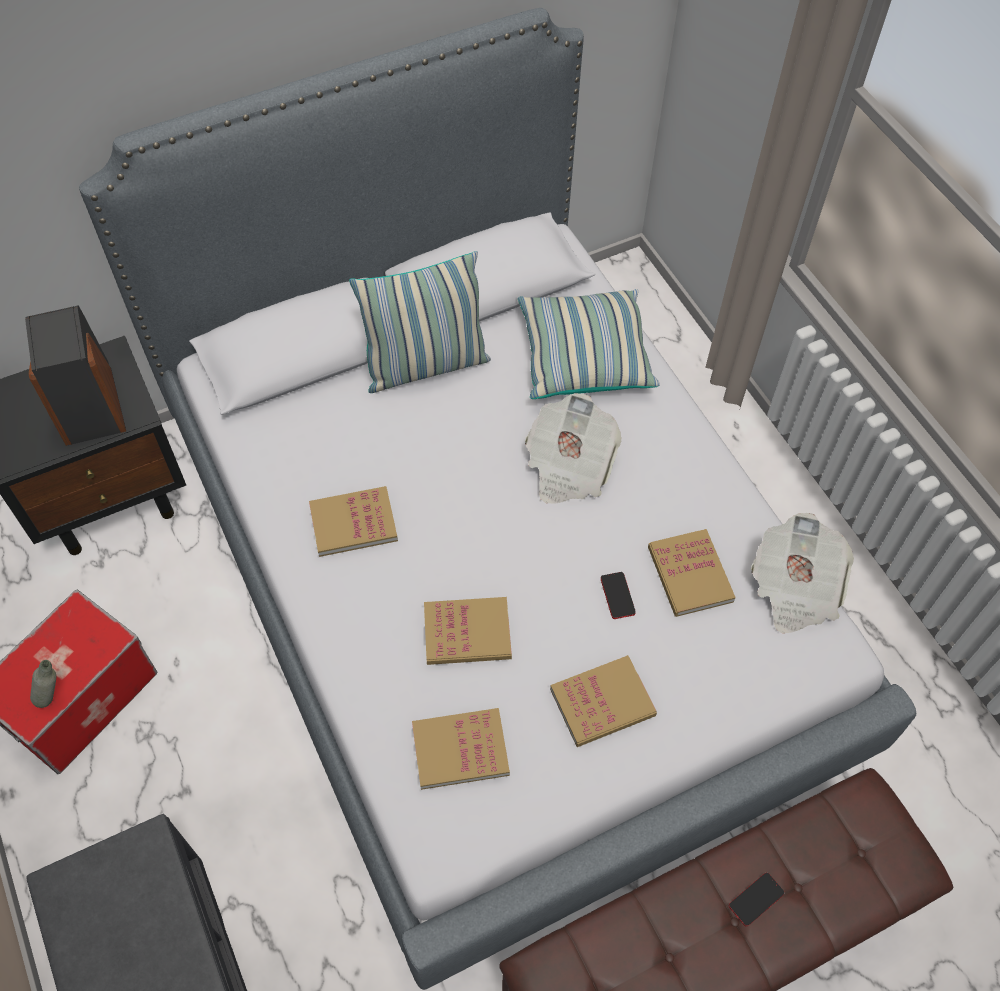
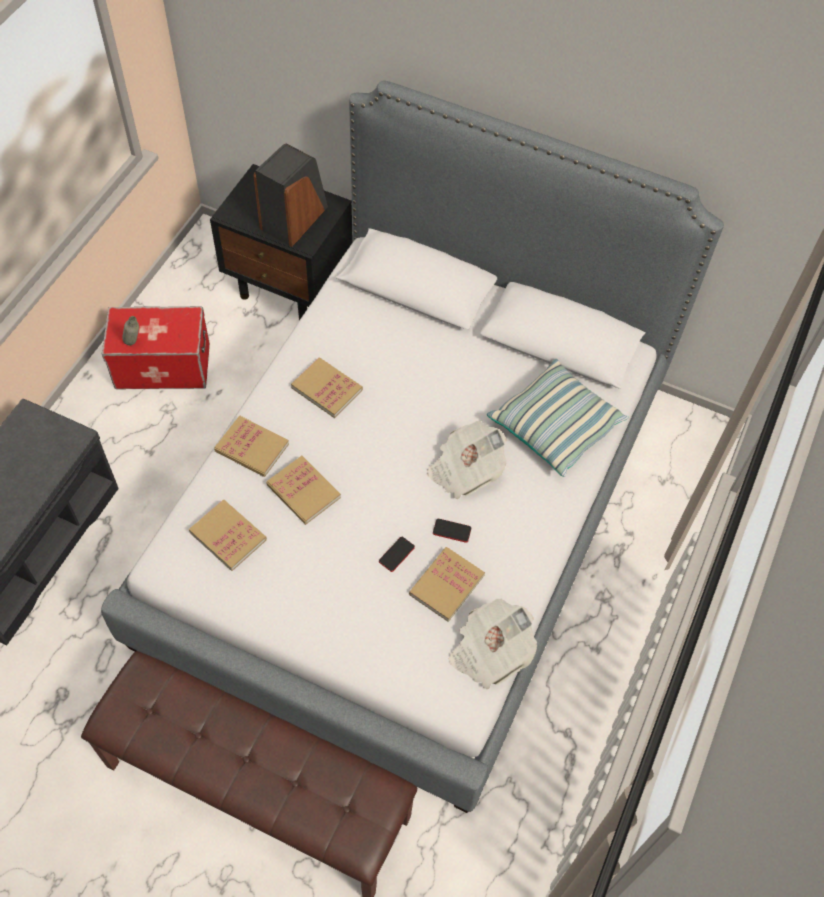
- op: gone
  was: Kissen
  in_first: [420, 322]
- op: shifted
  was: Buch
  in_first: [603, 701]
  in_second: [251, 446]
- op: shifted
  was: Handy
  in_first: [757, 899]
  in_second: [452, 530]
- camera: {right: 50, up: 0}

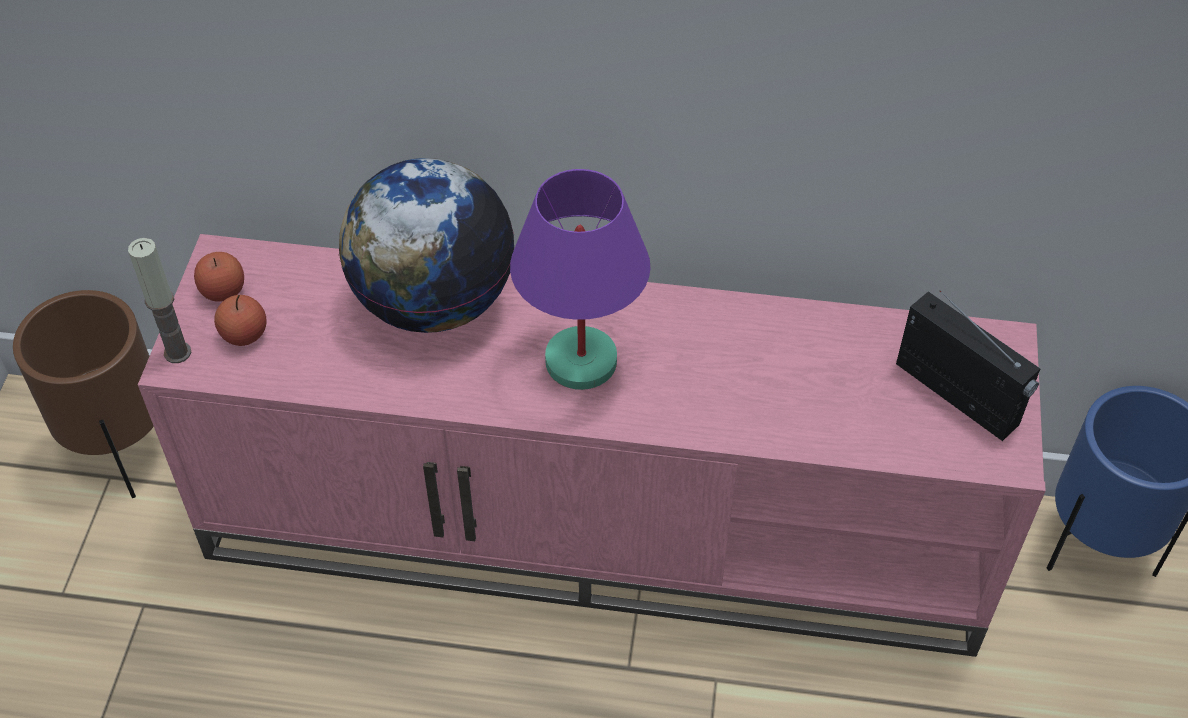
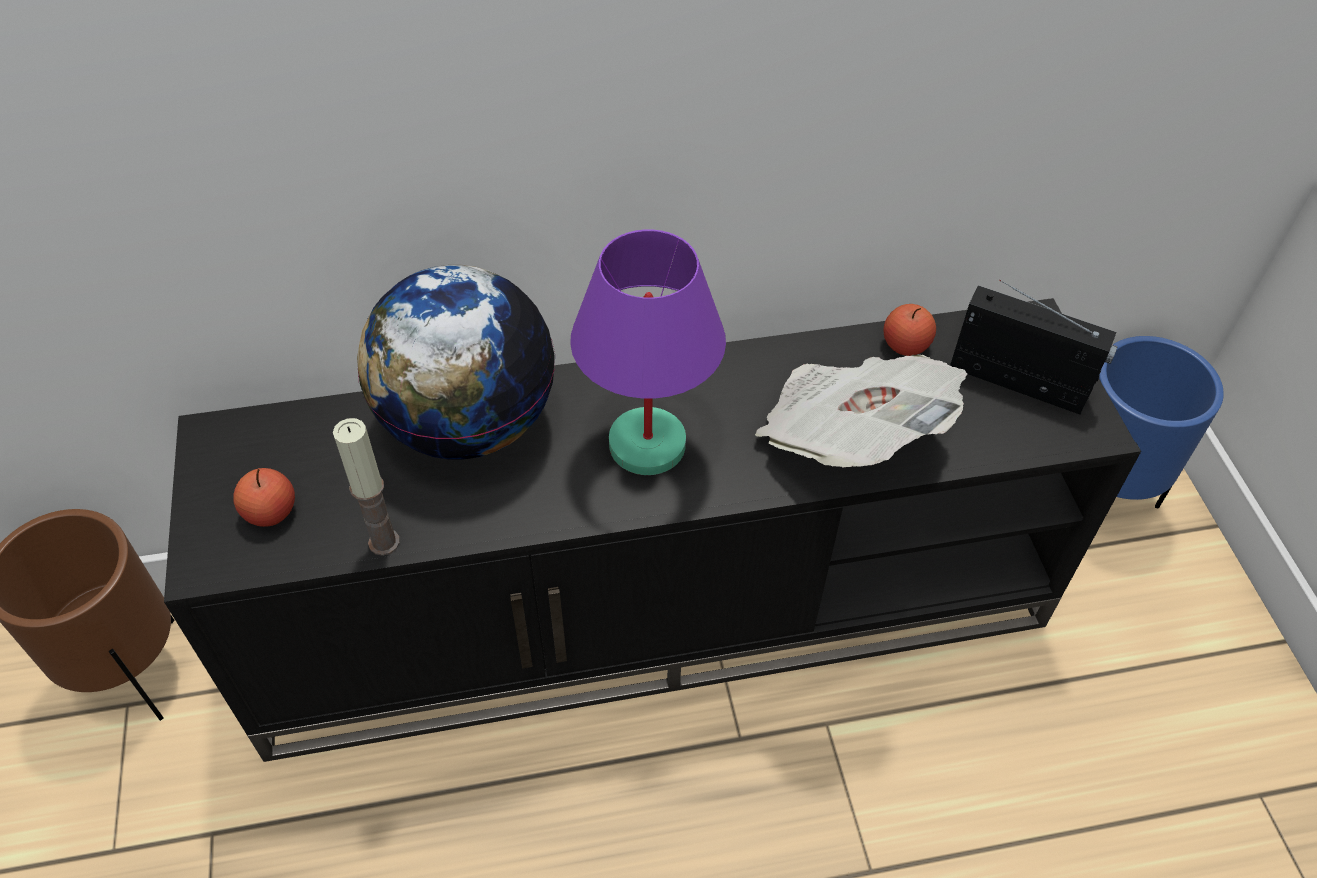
- op: shifted
  was: Kerze
  in_first: [159, 300]
  in_second: [366, 487]
- op: repainted
  was: Fernsehschrank [rosa]
  now: Fernsehschrank [schwarz]
  in_first: [592, 445]
  in_second: [652, 530]
- op: shifted
  was: Apfel
  in_first: [219, 277]
  in_second: [909, 330]
- op: new
  now: Zeitung
  in_second: [861, 411]
- camera: {right: -20, up: 0}

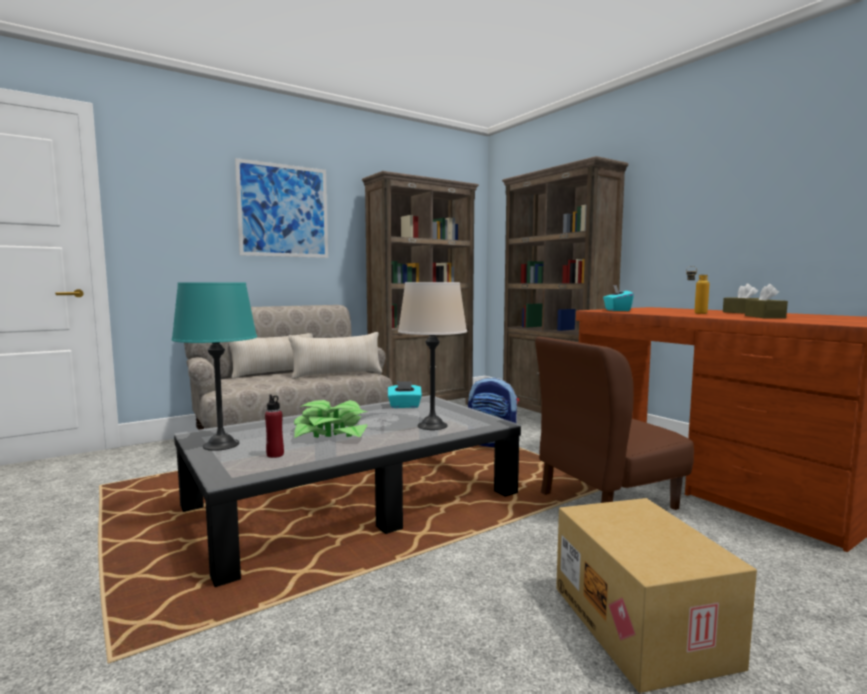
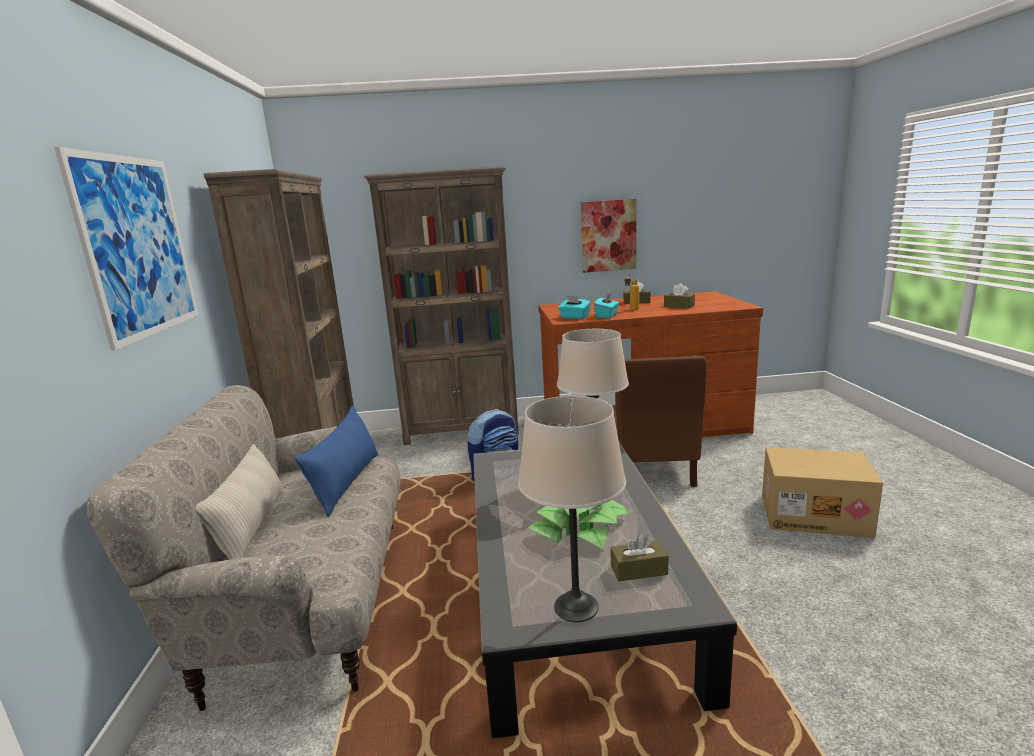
- op: repainted
  was: Tischlampe [türkis]
  now: Tischlampe [beige]
  in_first: [214, 366]
  in_second: [572, 509]
- op: swapped
  was: Flasche [rot]
  now: Taschentuchbox [braun]
  in_first: [274, 426]
  in_second: [639, 557]
- op: repainted
  was: Kissen [beige]
  now: Kissen [blau]
  in_first: [335, 355]
  in_second: [336, 461]
- op: shifted
  was: Taschentuchbox [türkis]
  in_first: [405, 394]
  in_second: [606, 305]
- op: new
  now: Bild
  in_second: [608, 236]
- camera: {right: -60, up: 10}

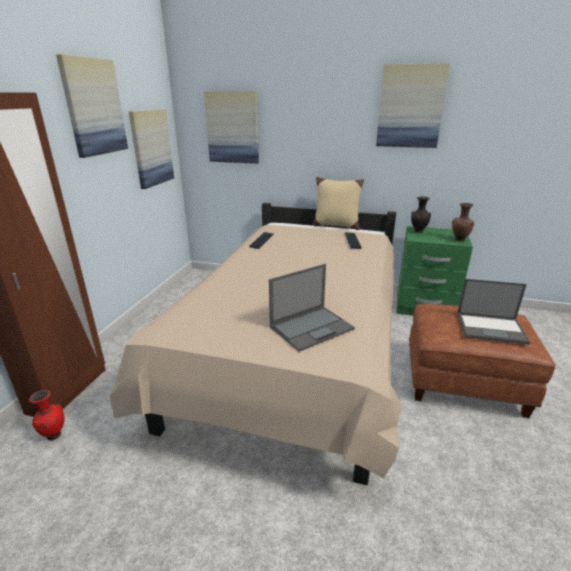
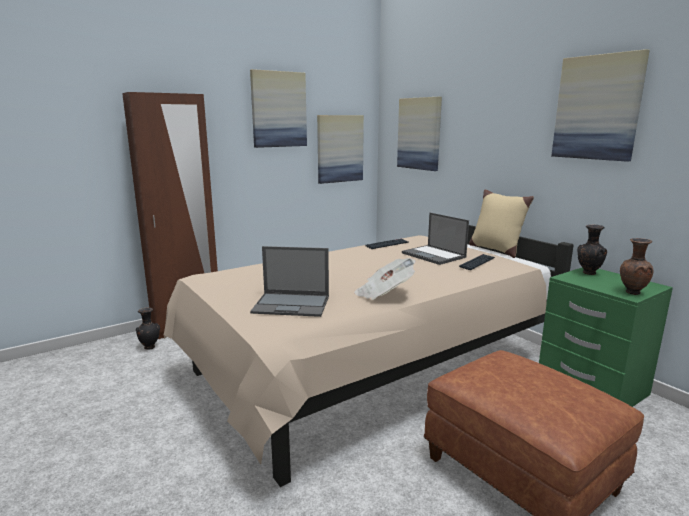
- op: repainted
  was: Vase [rot]
  now: Vase [schwarz]
  in_first: [46, 415]
  in_second: [148, 329]
- op: shifted
  was: Laptop
  in_first: [493, 312]
  in_second: [435, 239]
- op: new
  now: Zeitung
  in_second: [385, 279]
- camera: {right: 40, up: -10}

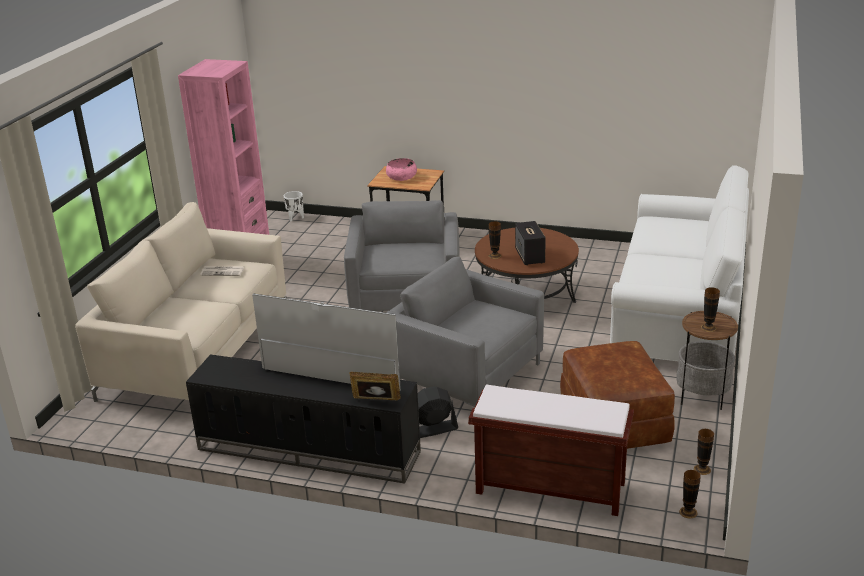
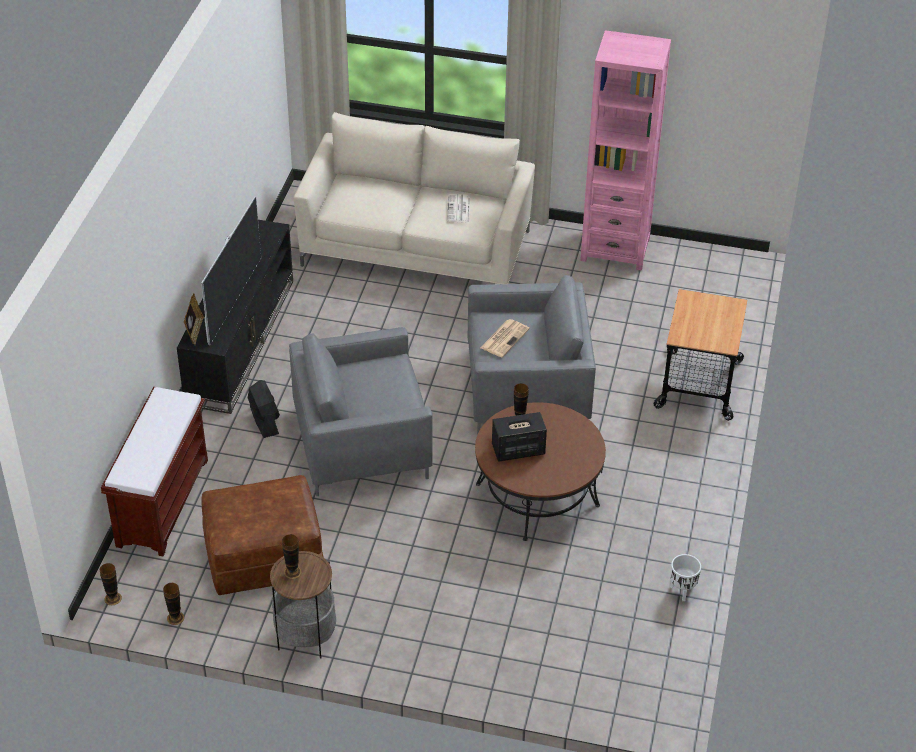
- op: shifted
  was: Pflanzkübel [weiß]
  in_first: [294, 206]
  in_second: [685, 577]
- op: gone
  was: Schüssel [rosa]
  in_first: [401, 169]
- op: rotated
  was: Sessel [grau]
  in_first: [465, 332]
  in_second: [361, 411]
  clockwise: -135
- op: gone
  was: Sofa [weiß]
  in_first: [679, 263]
- op: new
  now: Zeitung
  in_second: [505, 338]
- camera: {right: 85, up: 15}

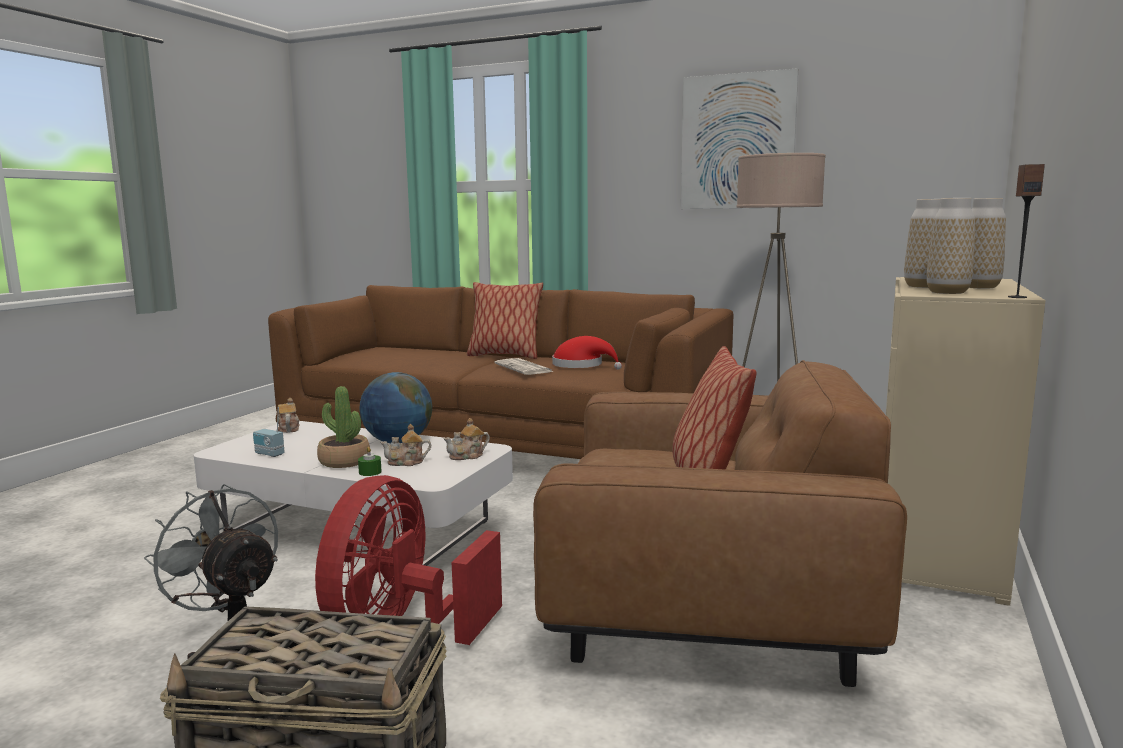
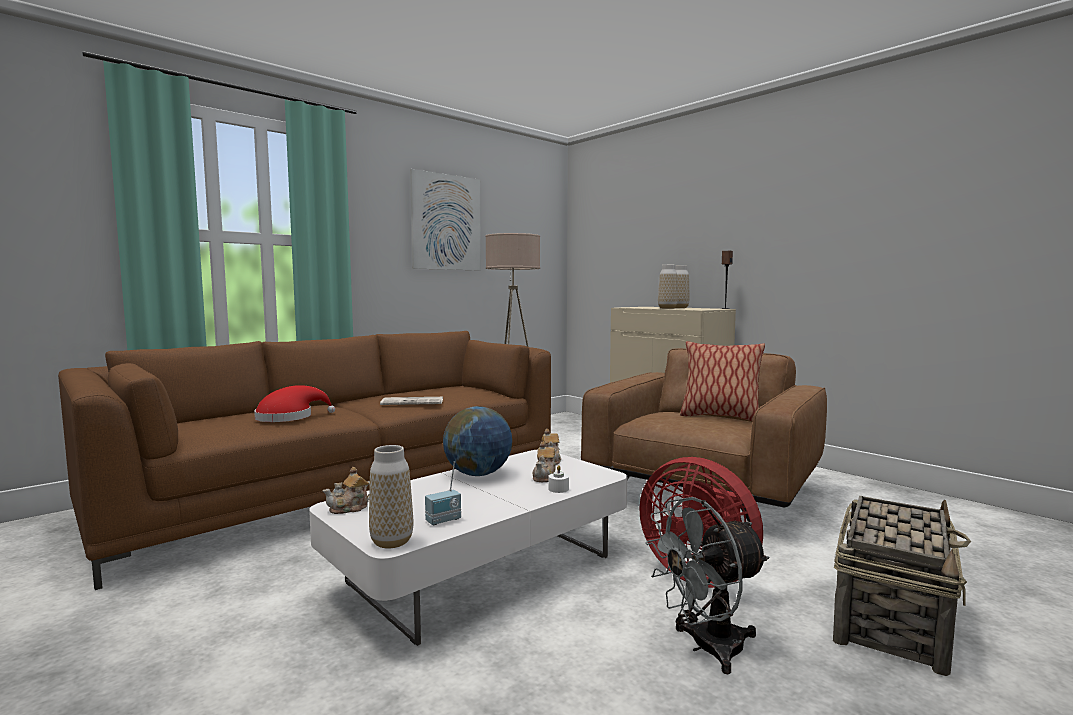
- op: rotated
  was: Teekanne
  in_first: [288, 415]
  in_second: [346, 490]
  clockwise: -45
- op: gone
  was: Topfpflanze
  in_first: [343, 427]
- op: repainted
  was: Kerze [grün]
  now: Kerze [weiß]
  in_first: [370, 461]
  in_second: [558, 479]
- op: gone
  was: Kissen
  in_first: [505, 320]
- op: shifted
  was: Hut [rot]
  in_first: [587, 353]
  in_second: [294, 403]
- op: shifted
  was: Vase
  in_first: [950, 246]
  in_second: [391, 497]
- camera: {right: -65, up: -5}

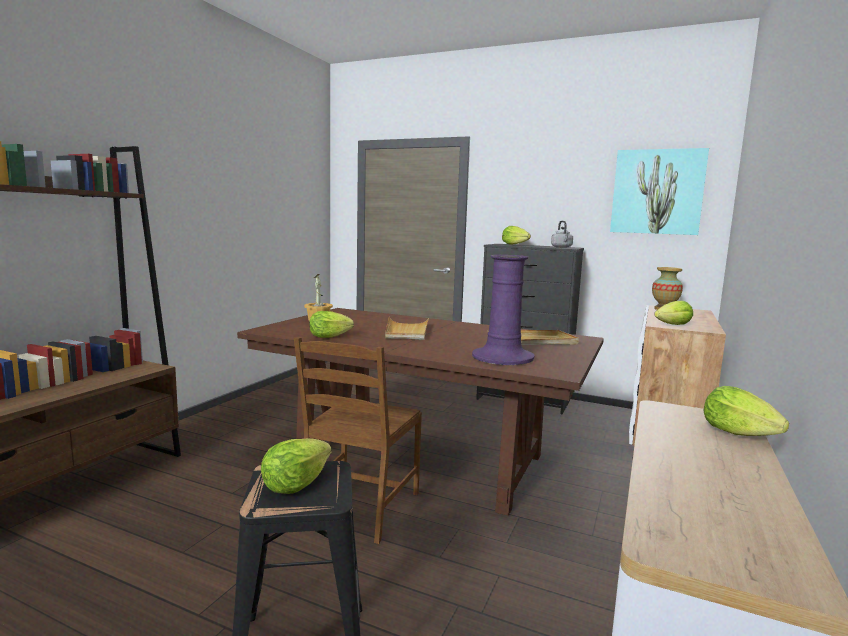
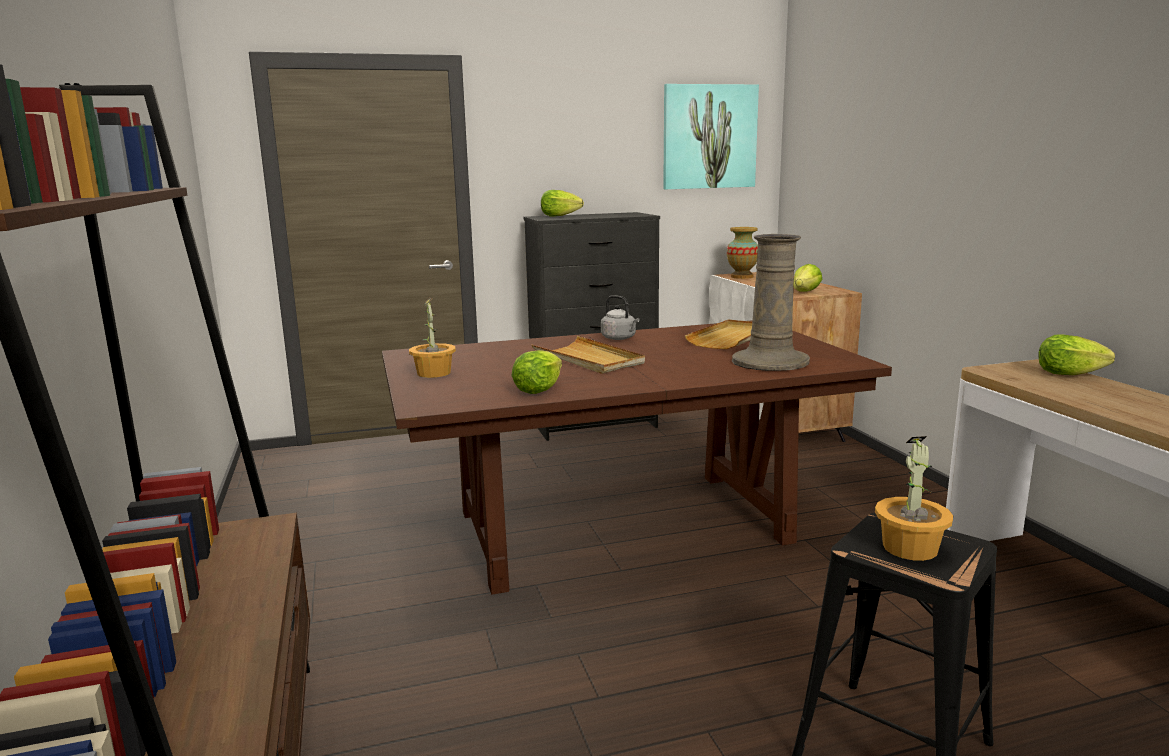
- op: swapped
  was: Salatkopf
  now: Topfpflanze
  in_first: [296, 466]
  in_second: [914, 498]
- op: gone
  was: Stuhl [braun]
  in_first: [358, 440]
- op: repainted
  was: Vase [lila]
  now: Vase [beige]
  in_first: [503, 310]
  in_second: [771, 302]
- op: shifted
  was: Wasserkessel [grau]
  in_first: [562, 234]
  in_second: [620, 317]
- camera: {right: -40, up: 5}

